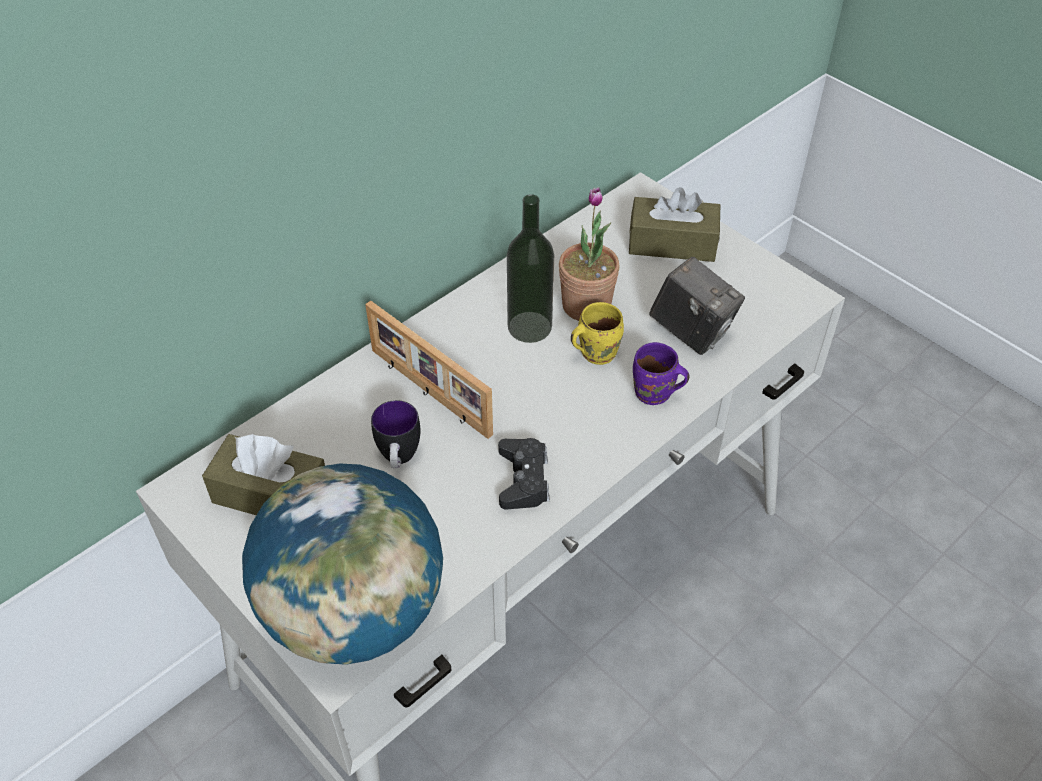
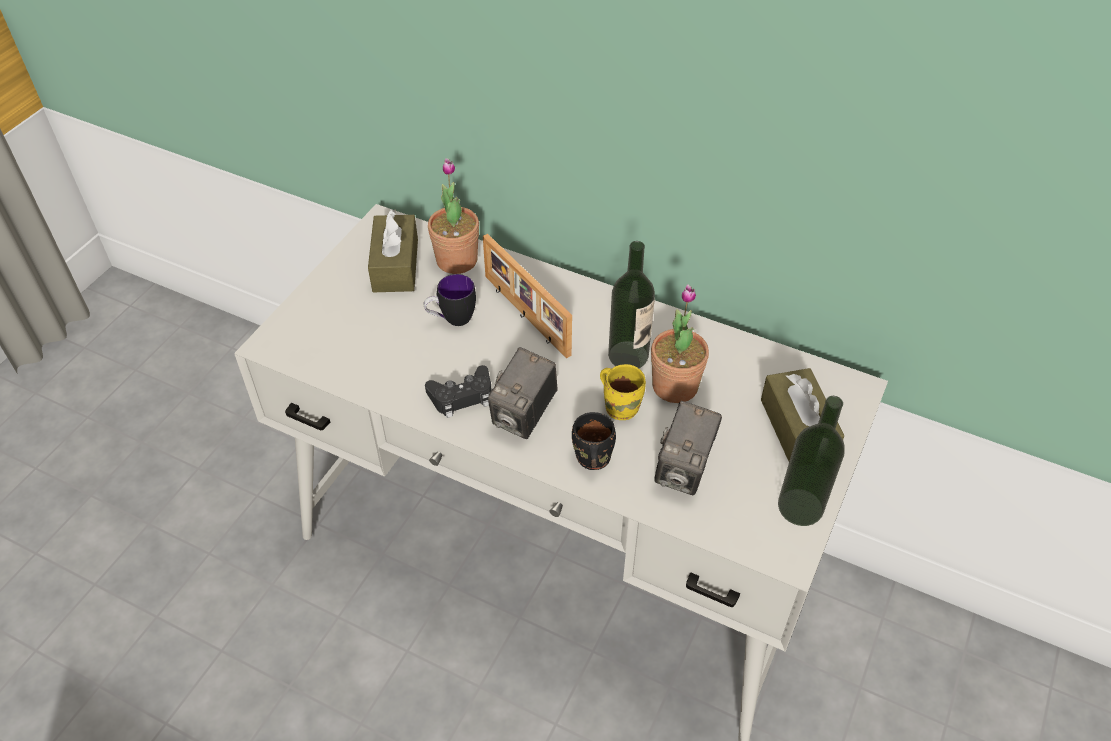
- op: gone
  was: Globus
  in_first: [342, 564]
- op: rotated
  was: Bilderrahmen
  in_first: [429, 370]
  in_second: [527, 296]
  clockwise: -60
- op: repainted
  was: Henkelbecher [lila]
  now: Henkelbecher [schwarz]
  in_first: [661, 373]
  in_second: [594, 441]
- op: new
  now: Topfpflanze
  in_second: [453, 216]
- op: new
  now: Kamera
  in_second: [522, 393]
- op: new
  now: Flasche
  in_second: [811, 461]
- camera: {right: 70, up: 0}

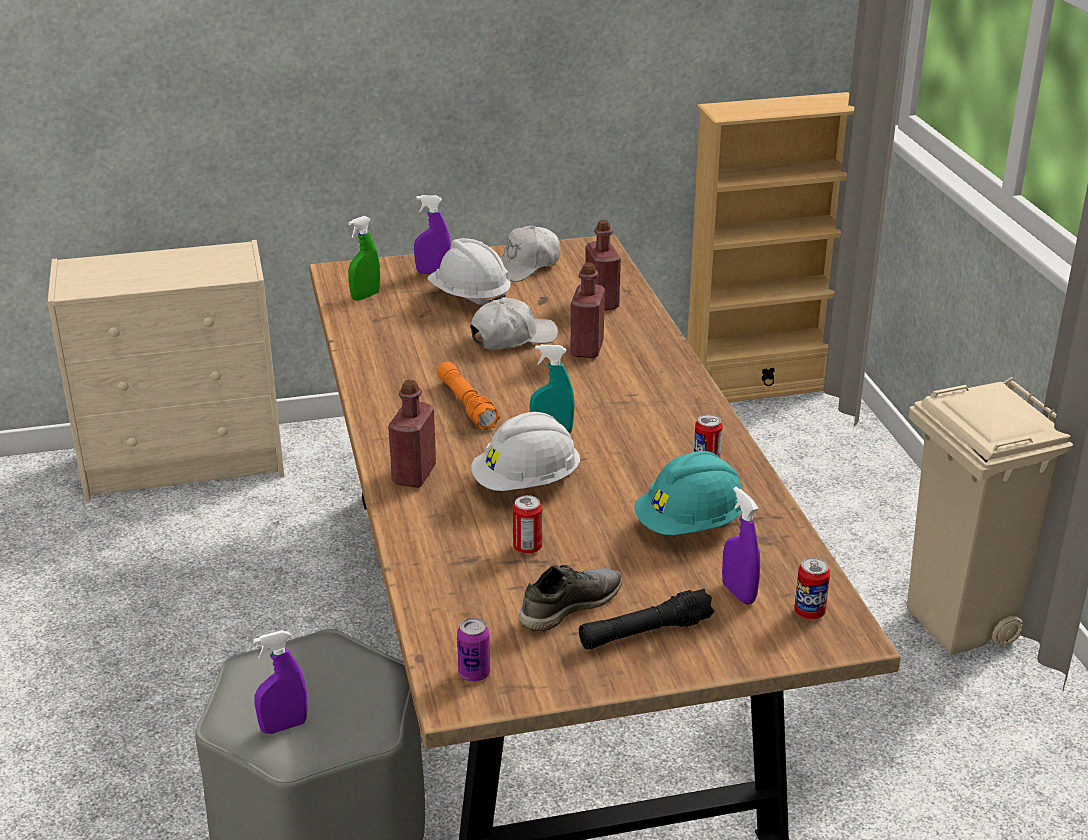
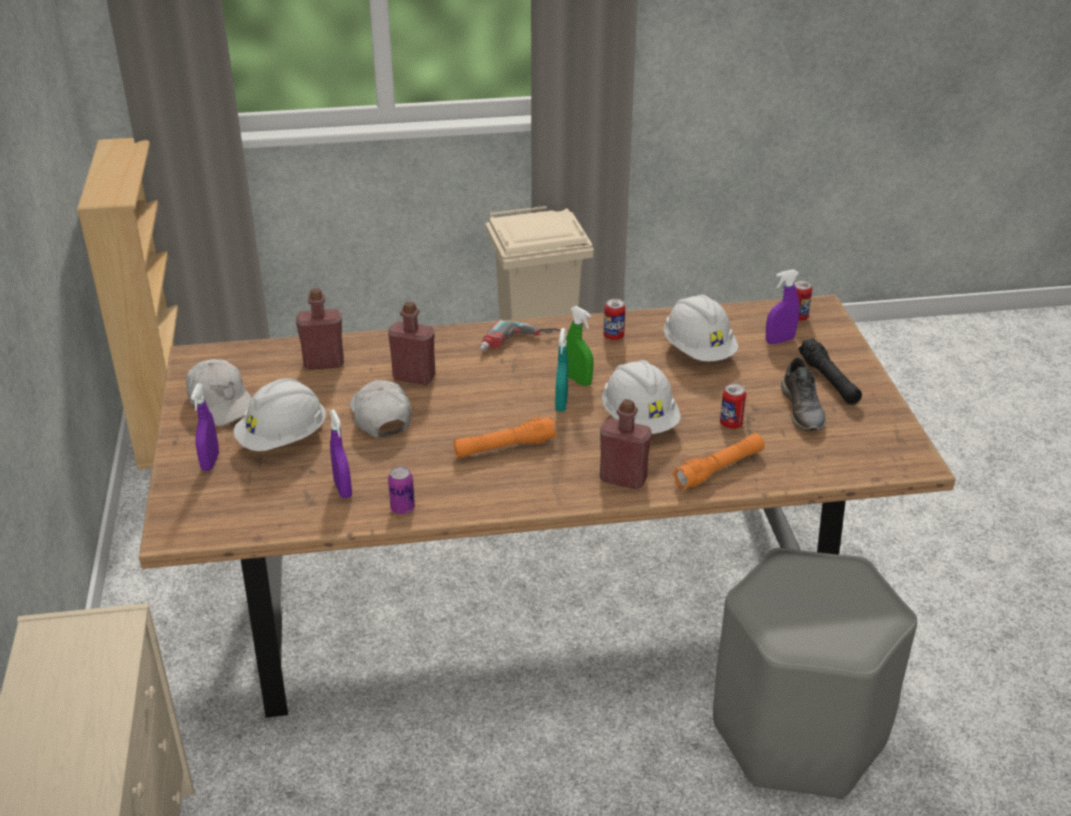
- op: shifted
  was: Sprühflasche [lila]
  in_first: [280, 682]
  in_second: [340, 453]
- op: shifted
  was: Sprühflasche [grün]
  in_first: [364, 258]
  in_second: [580, 346]
- op: shifted
  was: Dose
  in_first: [473, 650]
  in_second: [401, 490]
- op: rotated
  was: Schuh [grau]
  in_first: [570, 598]
  in_second: [803, 394]
  clockwise: -150
- op: repainted
  was: Schutzhelm [türkis]
  now: Schutzhelm [weiß]
  in_first: [688, 493]
  in_second: [701, 327]
- op: new
  now: Bohrmaschine
  in_second: [519, 335]
- op: new
  now: Taschenlampe [orange]
  in_second: [718, 461]
- camera: {right: -85, up: 5}

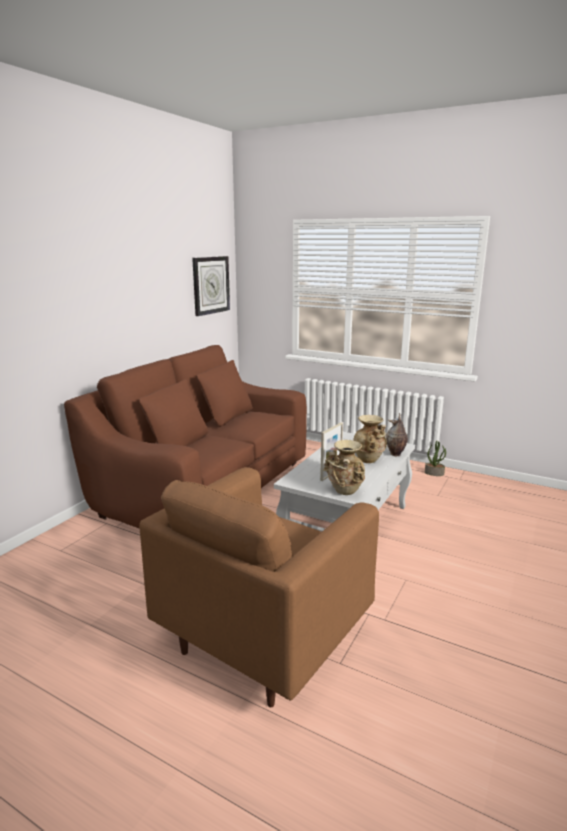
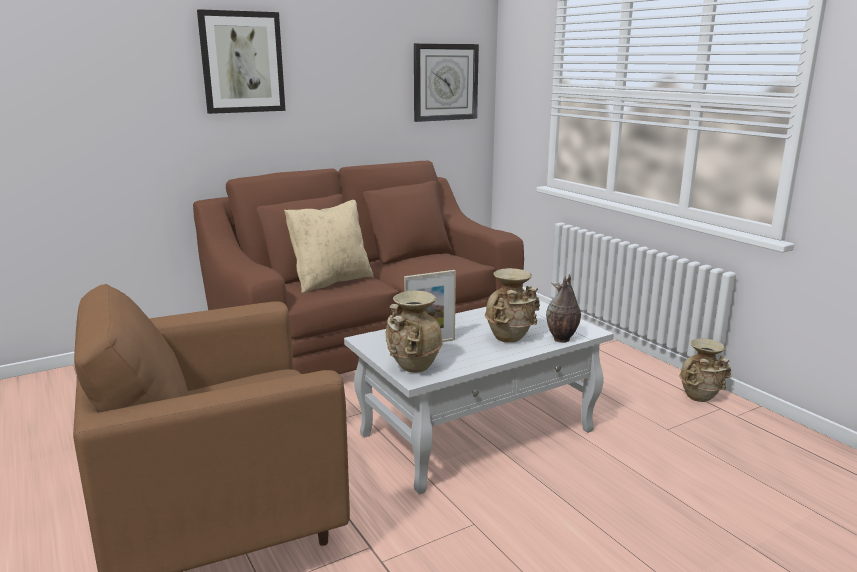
- op: swapped
  was: Topfpflanze
  now: Vase [beige]
  in_first: [435, 458]
  in_second: [705, 370]
- op: new
  now: Bild
  in_second: [241, 61]
- op: new
  now: Kissen [beige]
  in_second: [328, 246]
- camera: {right: 30, up: 0}

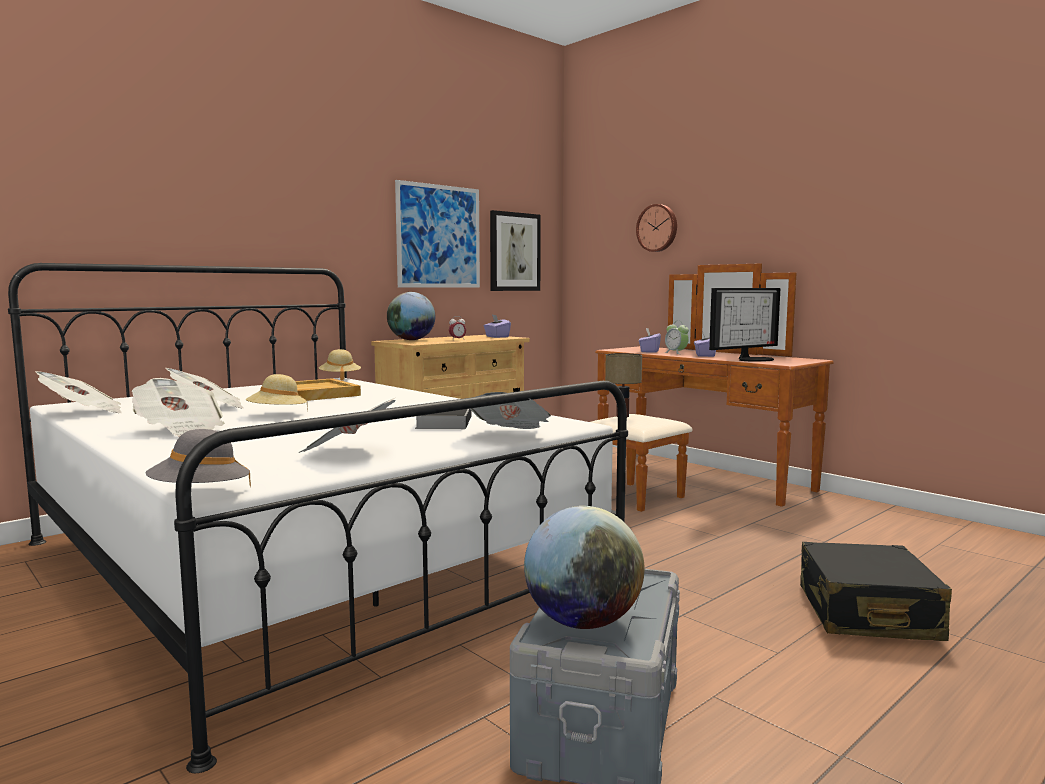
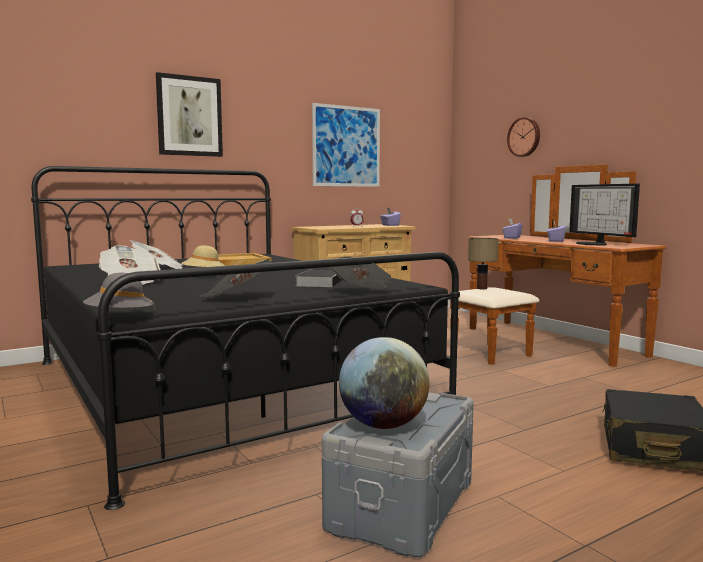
- op: repainted
  was: Bett [weiß]
  now: Bett [schwarz]
  in_first: [318, 518]
  in_second: [245, 338]
- op: gone
  was: Zeitung
  in_first: [78, 392]
- op: gone
  was: Hut [beige]
  in_first: [340, 365]
- op: gone
  was: Globus
  in_first: [411, 316]
- op: shifted
  was: Bild
  in_first: [515, 250]
  in_second: [189, 114]
- op: gone
  was: Wecker
  in_first: [676, 337]
- op: rotated
  was: Monitor
  in_first: [744, 325]
  in_second: [604, 214]
  clockwise: 90
- camera: {right: 10, up: 0}

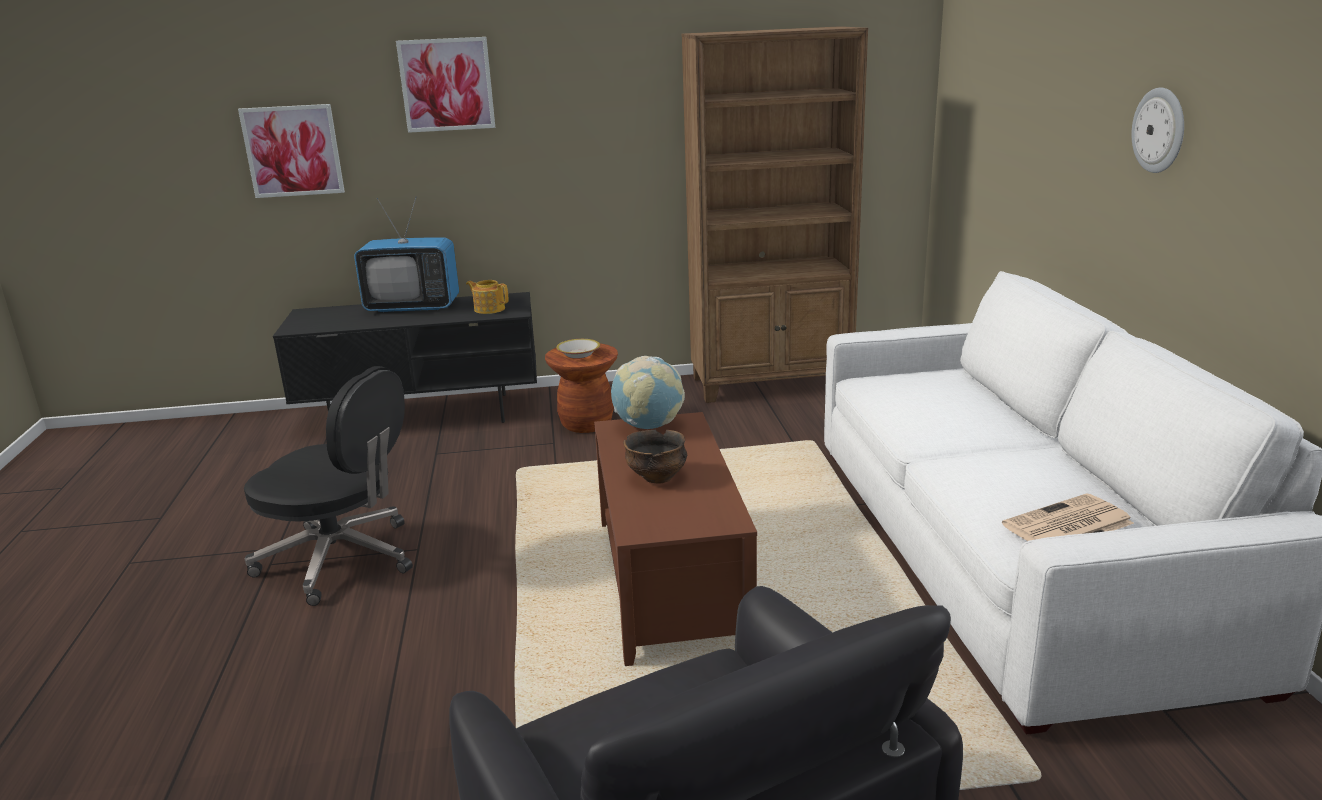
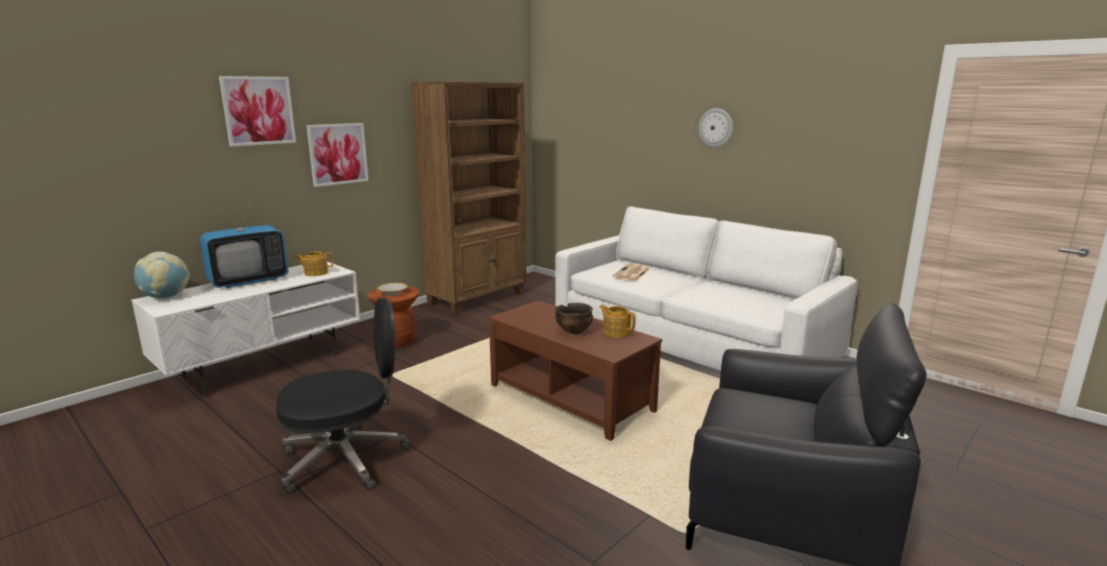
- op: shifted
  was: Bild
  in_first: [291, 151]
  in_second: [337, 155]
- op: repainted
  was: Fernsehschrank [schwarz]
  now: Fernsehschrank [weiß]
  in_first: [405, 357]
  in_second: [246, 329]
- op: shifted
  was: Globus
  in_first: [648, 392]
  in_second: [162, 274]
- op: shifted
  was: Zeitung
  in_first: [1068, 517]
  in_second: [631, 272]
- op: new
  now: Teekanne
  in_second: [617, 321]
- camera: {right: -40, up: -5}

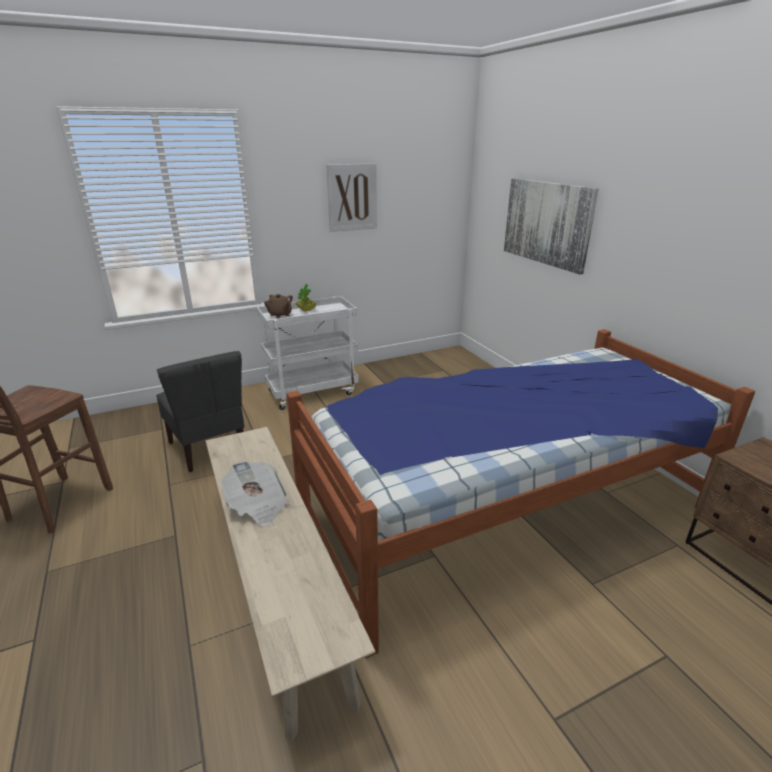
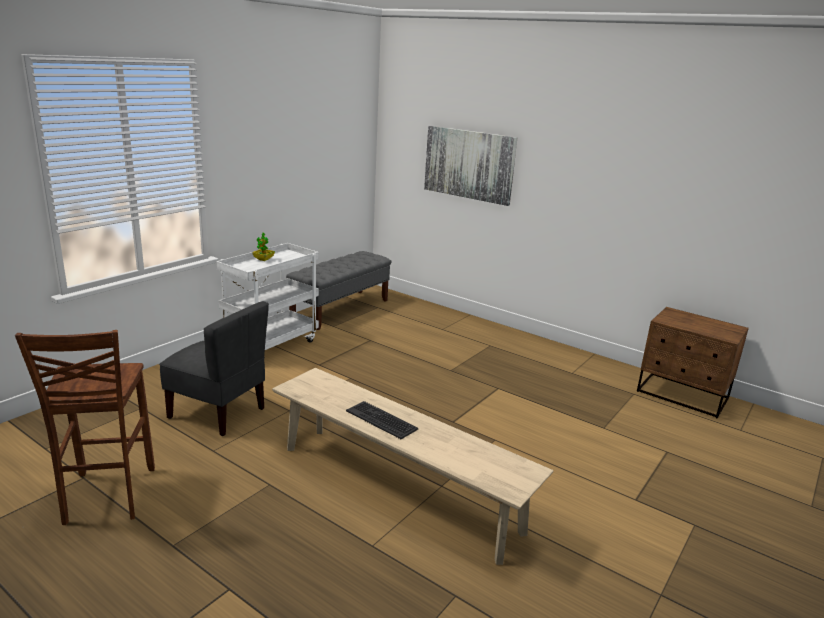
- op: swapped
  was: Zeitung
  now: Tastatur
  in_first: [255, 493]
  in_second: [382, 420]
- op: gone
  was: Teekanne [braun]
  in_first: [278, 306]
- op: gone
  was: Bett
  in_first: [521, 493]
- op: gone
  was: Bild
  in_first: [351, 197]
- op: new
  now: Bank [grau]
  in_second: [338, 290]
- camera: {right: -30, up: -5}

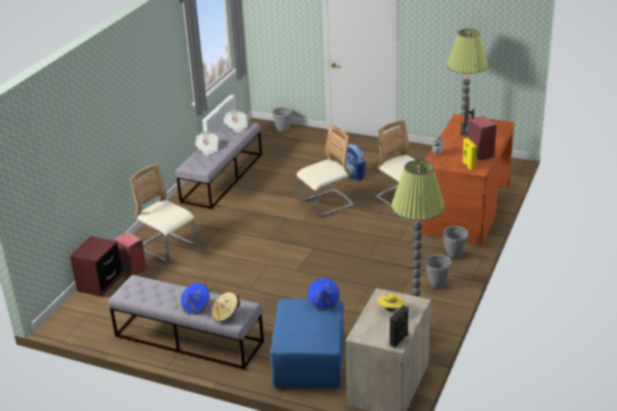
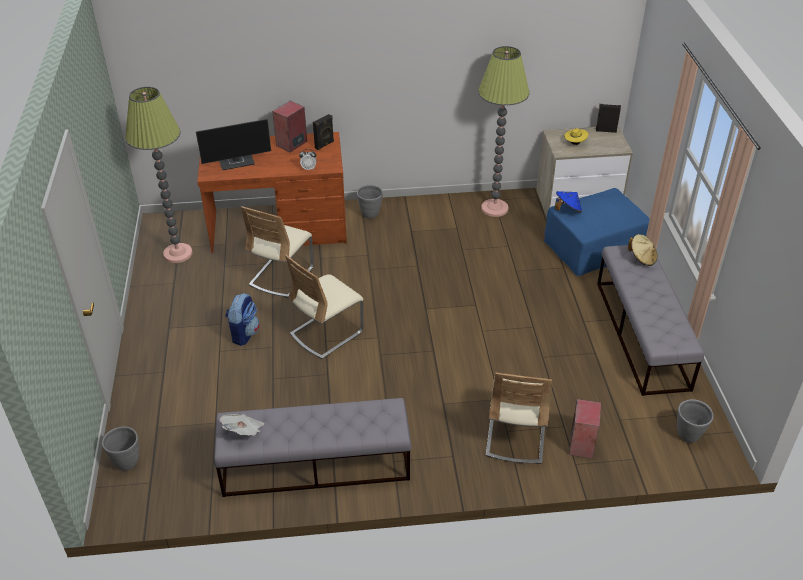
- op: gone
  was: Nachttisch [braun]
  in_first: [96, 266]
- op: gone
  was: Hut [blau]
  in_first: [195, 299]
- op: gone
  was: Zeitung
  in_first: [207, 143]
- op: rotated
  was: Stuhl [beige]
  in_first: [325, 170]
  in_second: [324, 306]
  clockwise: -75
- op: shifted
  was: Pflanzkübel [grau]
  in_first: [438, 271]
  in_second: [695, 421]
- op: repainted
  was: Lautsprecher [gelb]
  now: Lautsprecher [schwarz]
  in_first: [469, 154]
  in_second: [323, 132]
- camera: {right: -120, up: 10}

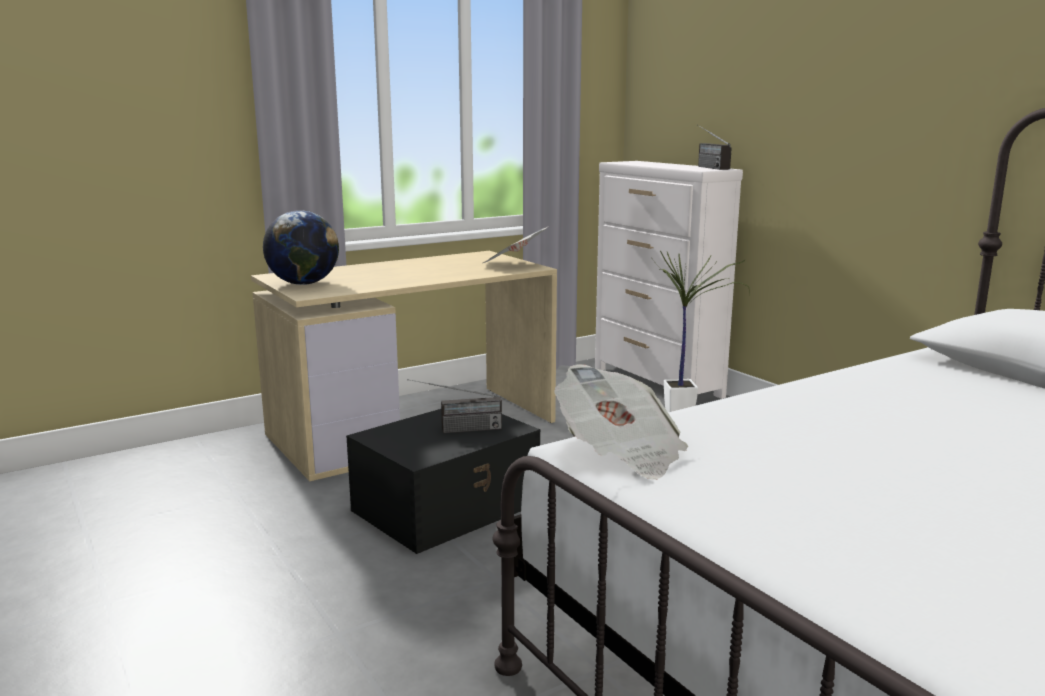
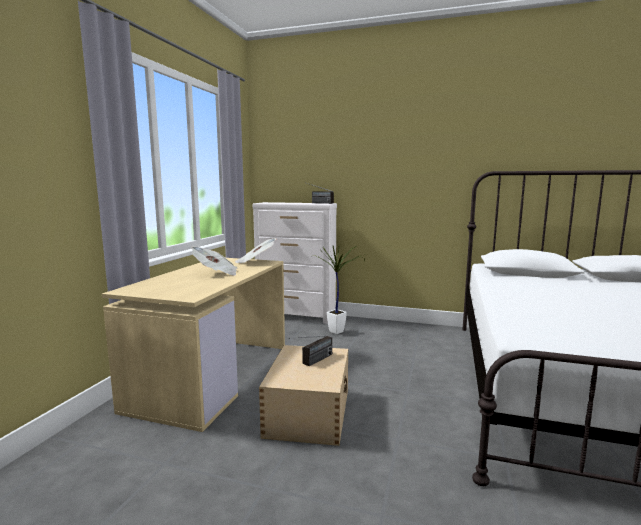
- op: gone
  was: Globus
  in_first: [301, 247]
- op: repainted
  was: Aufbewahrungsbox [schwarz]
  now: Aufbewahrungsbox [beige]
  in_first: [443, 481]
  in_second: [303, 395]
- op: shifted
  was: Zeitung
  in_first: [621, 422]
  in_second: [214, 261]
- camera: {right: -40, up: -5}

